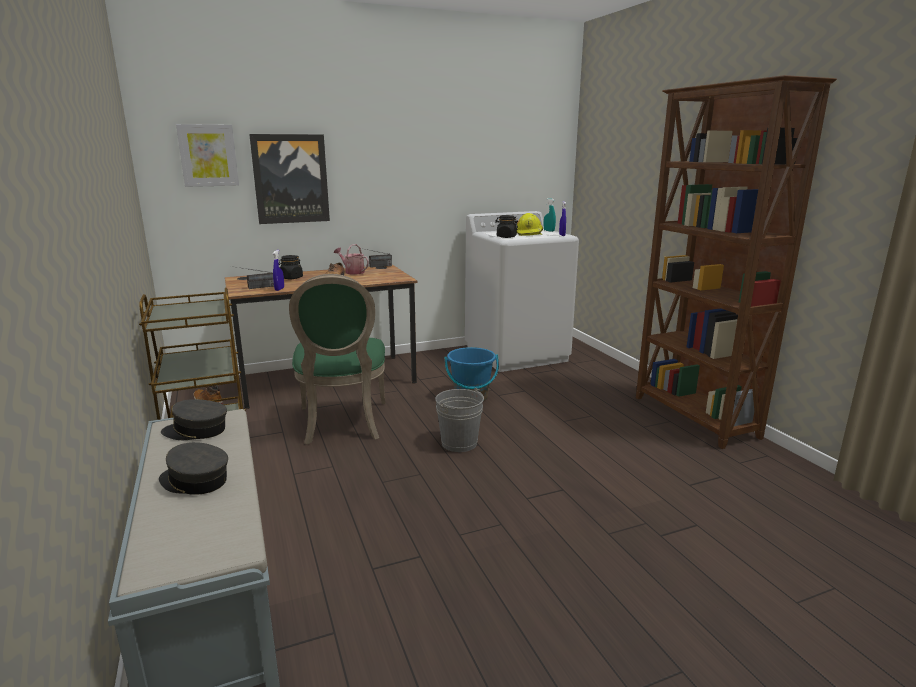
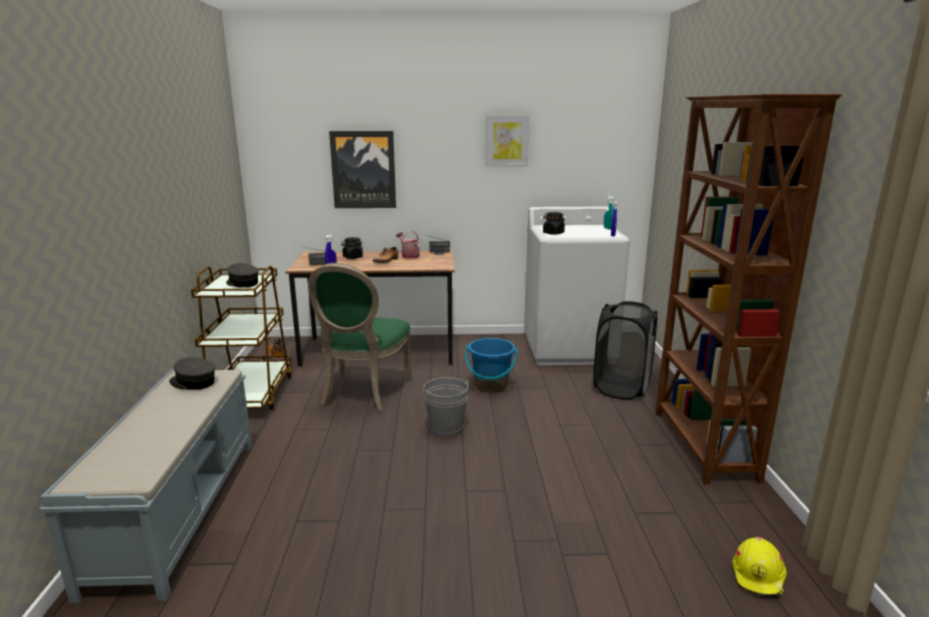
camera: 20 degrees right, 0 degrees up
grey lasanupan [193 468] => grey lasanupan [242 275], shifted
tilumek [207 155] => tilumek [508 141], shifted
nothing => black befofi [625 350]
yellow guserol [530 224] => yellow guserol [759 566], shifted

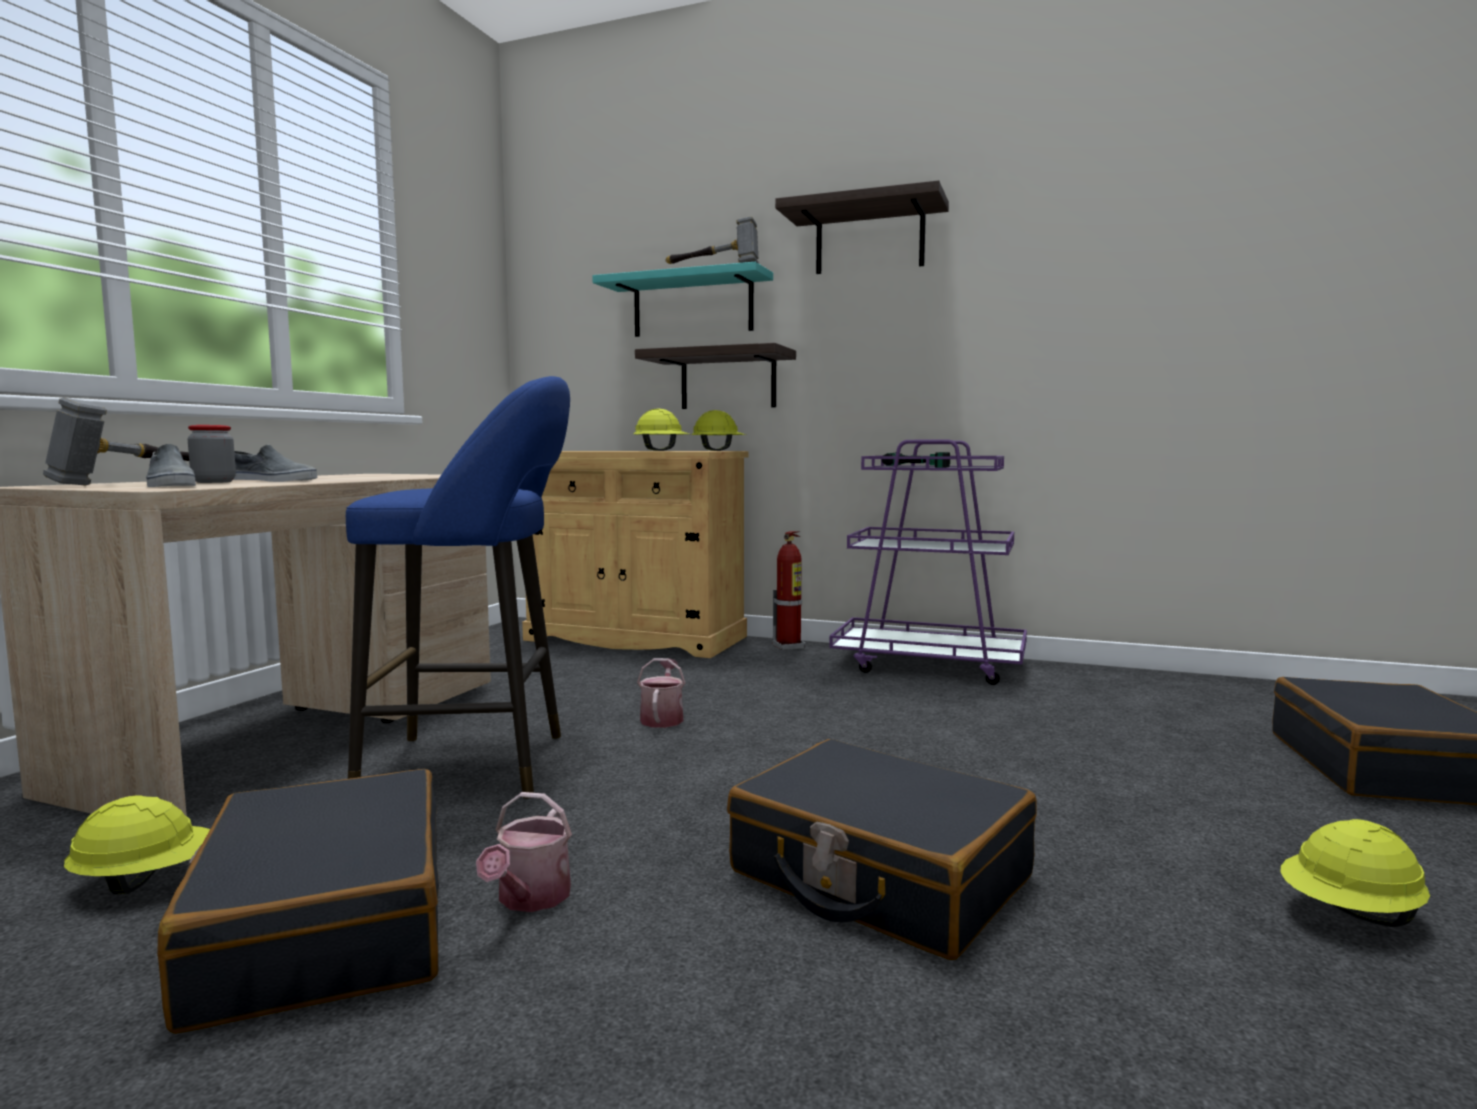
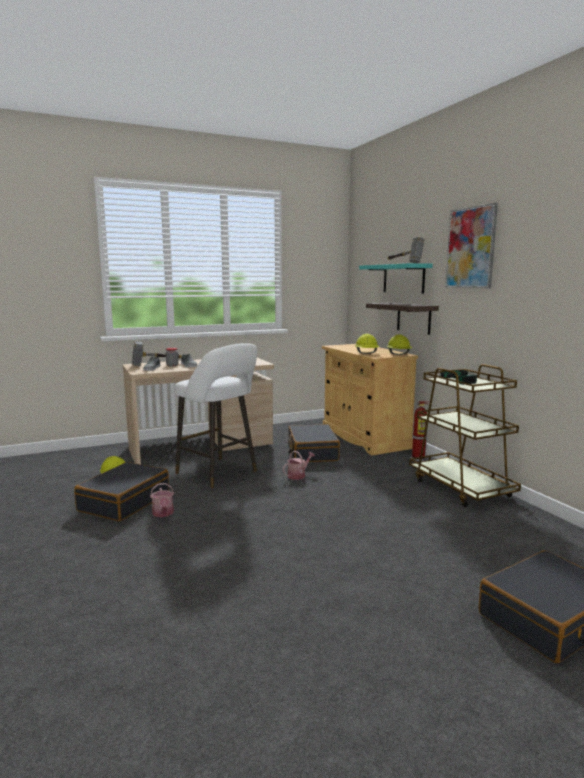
camera: 45 degrees right, 5 degrees up
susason [524 852] => susason [162 500], 75 degrees counterclockwise
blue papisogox [458 587] => white papisogox [216 415]
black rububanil [882 849] => black rububanil [314 443], shifted
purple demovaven [928 562] => brown demovaven [465 435]
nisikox [862 227] => tilumek [471 245]
yellow guserol [1355 873] => nothing

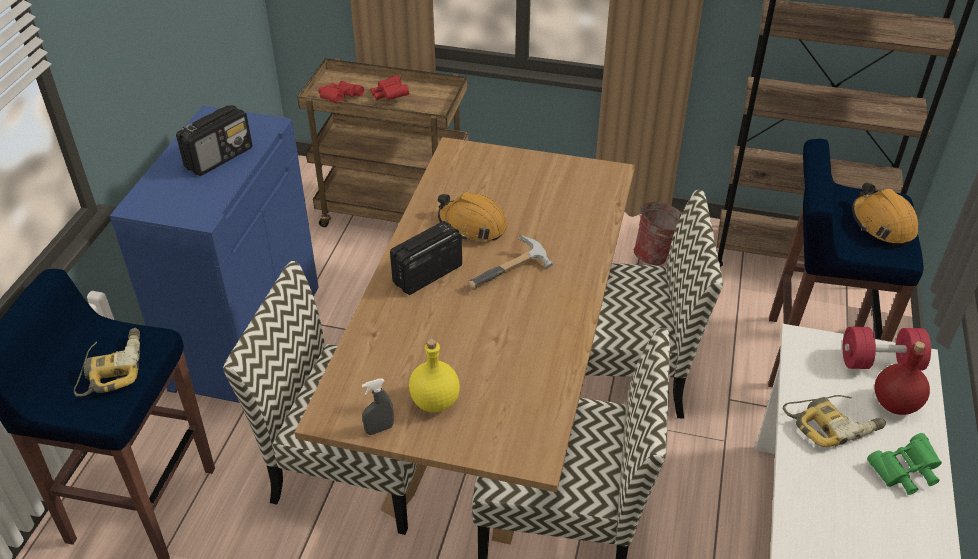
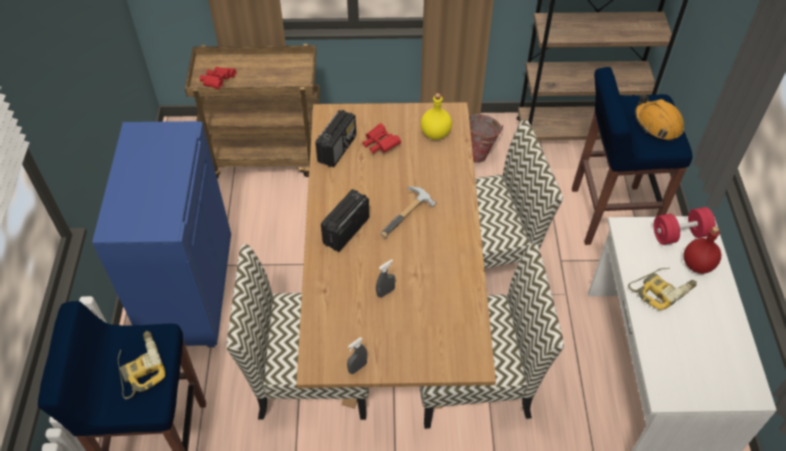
camera: 15 degrees left, 10 degrees up
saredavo [214 140] => saredavo [335 138], shifted
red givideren [389 88] => red givideren [381 138], shifted
nothing => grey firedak [385 278]
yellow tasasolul [434 375] => yellow tasasolul [436 116], shifted
orange guserol [472 216] => nothing
green givideren [904 464] => nothing

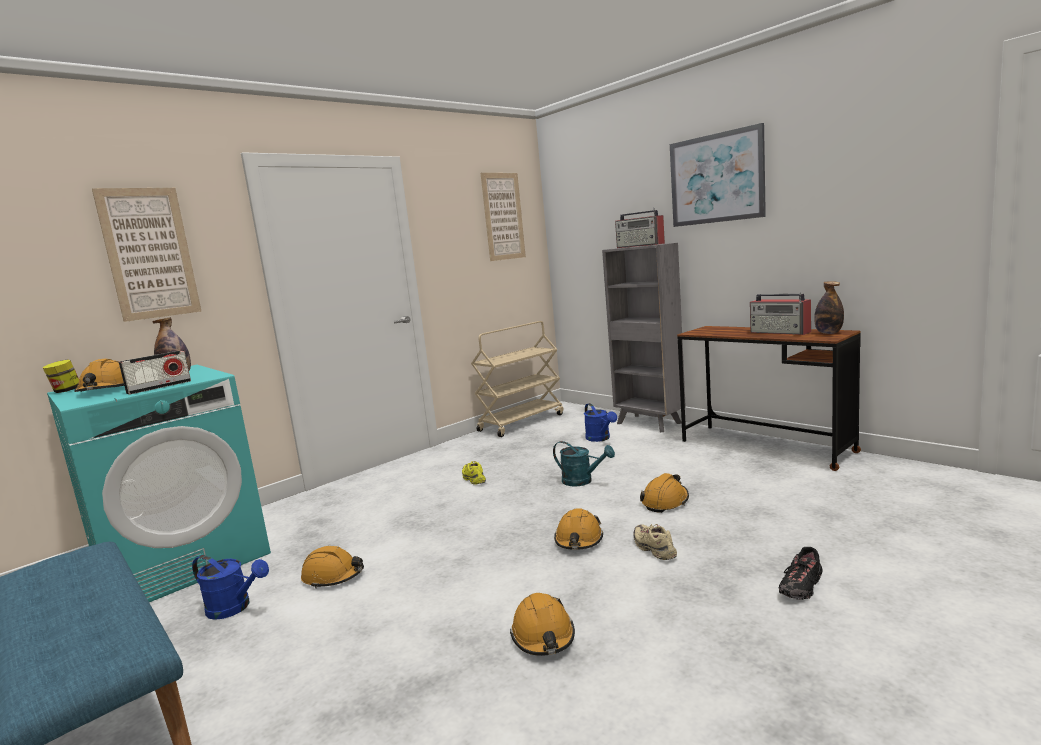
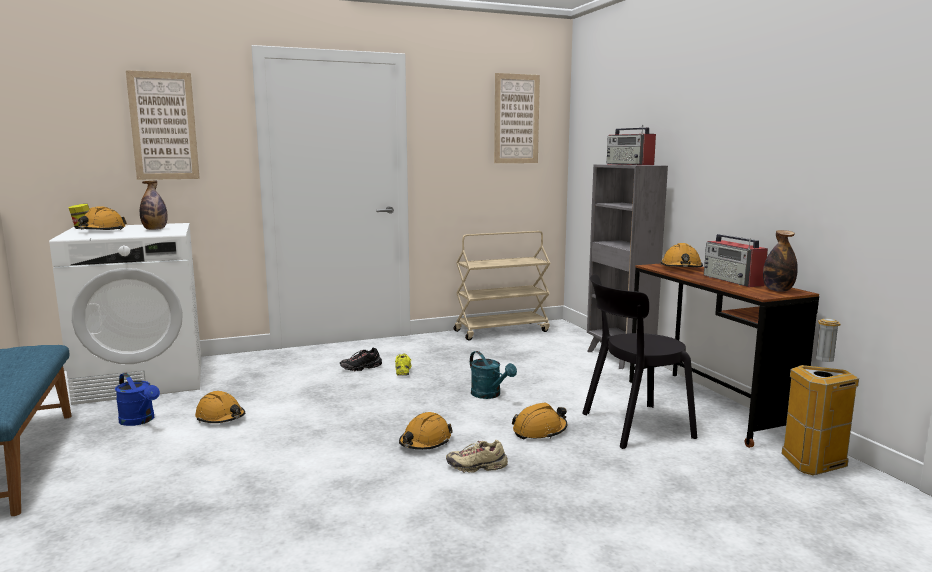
camera: 20 degrees right, 0 degrees up
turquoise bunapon [159 483] => white bunapon [125 314]
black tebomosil [800 573] => black tebomosil [361 359], shifted
beige tebomosil [655 542] => beige tebomosil [477 456], 90 degrees counterclockwise
nothing => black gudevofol [639 361]
orange guserol [542 624] => orange guserol [681 255], shifted
nothing => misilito [820 396]
saredavo [155 372] => nothing
blue susason [600 422] => nothing
tilumek [718 175] => nothing

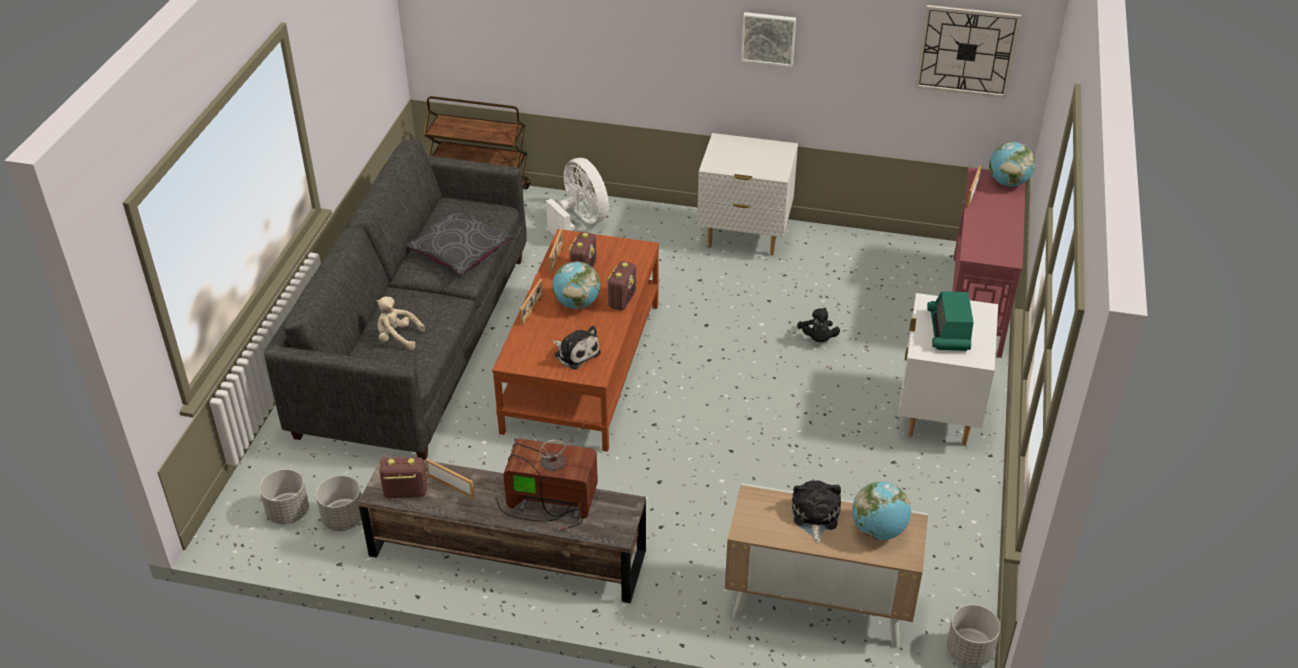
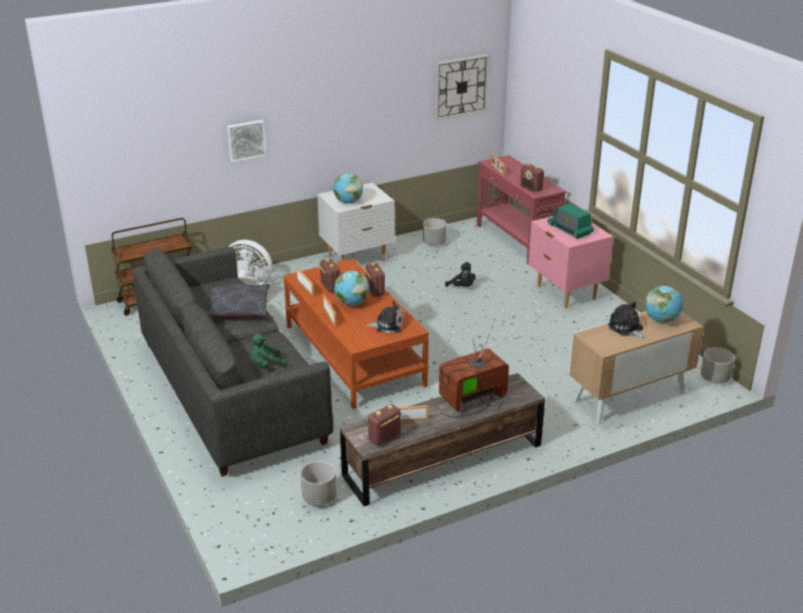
camera: 40 degrees left, 10 degrees down
tilumek [768 39] => tilumek [246 141], shifted
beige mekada [401 323] => green mekada [268 351]
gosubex [1012 164] => gosubex [348 188], shifted
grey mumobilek [284 496] => grey mumobilek [435 232], shifted
nothing => saredavo [532 177]
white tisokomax [948 369] => pink tisokomax [570 262]

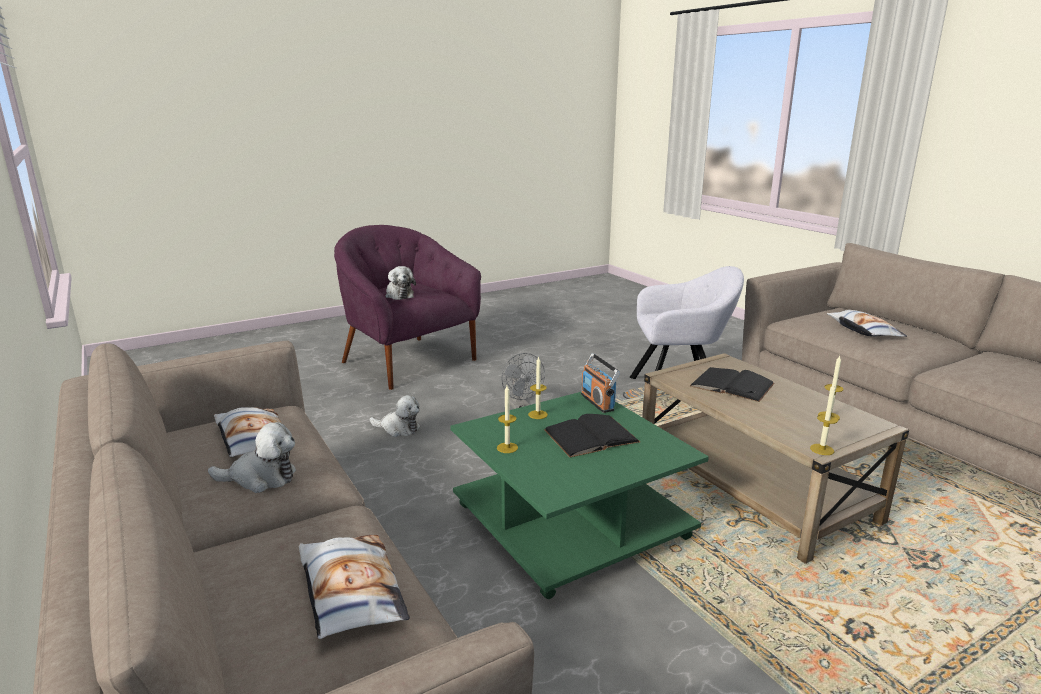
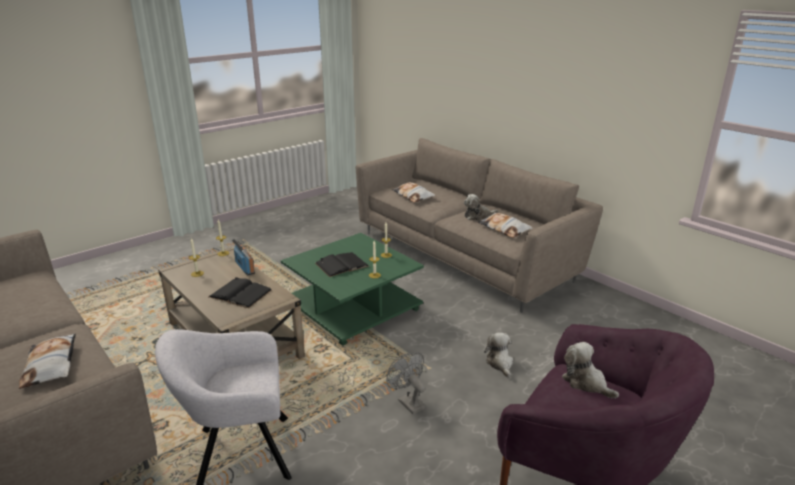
camera: 170 degrees right, 5 degrees up
saredavo [600 383] => saredavo [243 257], shifted
mekada [394 416] => mekada [498 355], 75 degrees clockwise

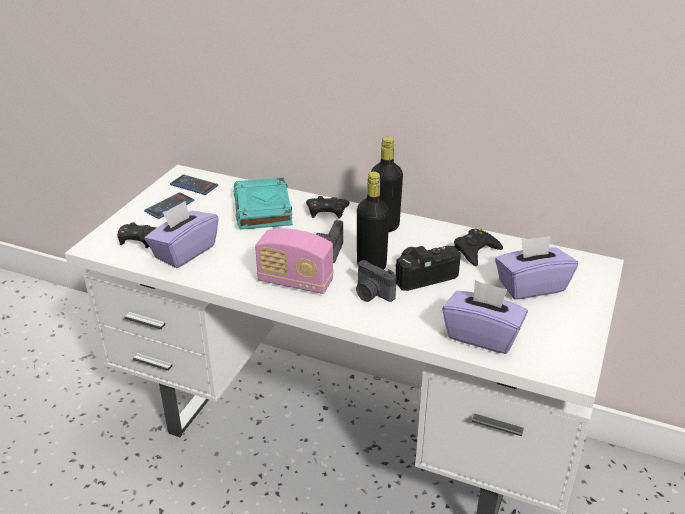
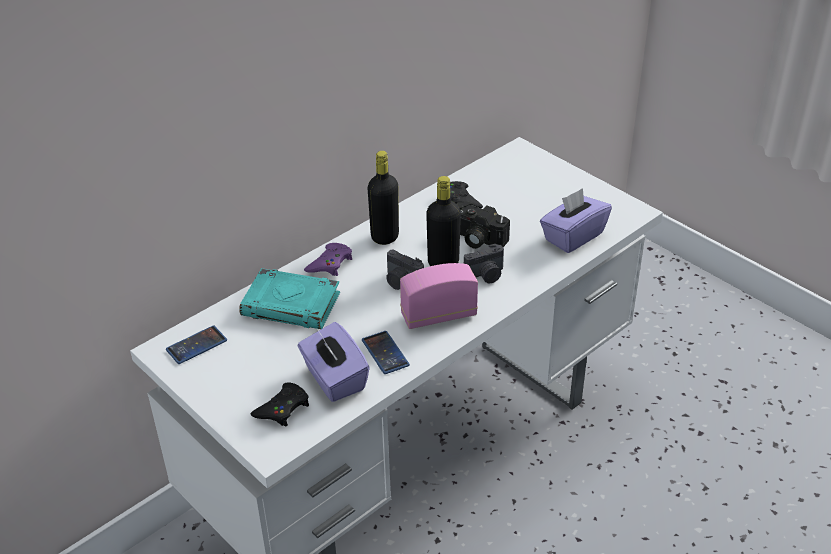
camera: 65 degrees left, 5 degrees up
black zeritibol [328 207] => purple zeritibol [328 259]
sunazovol [169 205] => sunazovol [386 352], shifted
saredavo [294 261] => saredavo [439 296], 150 degrees counterclockwise
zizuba [428 268] => zizuba [483 225], 60 degrees counterclockwise
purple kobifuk [536 268] => nothing

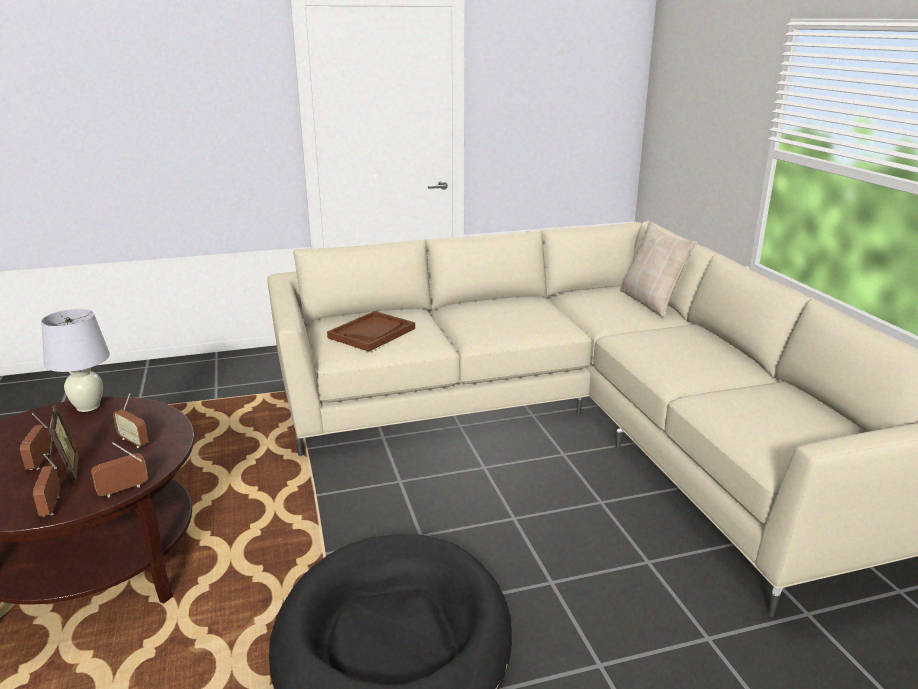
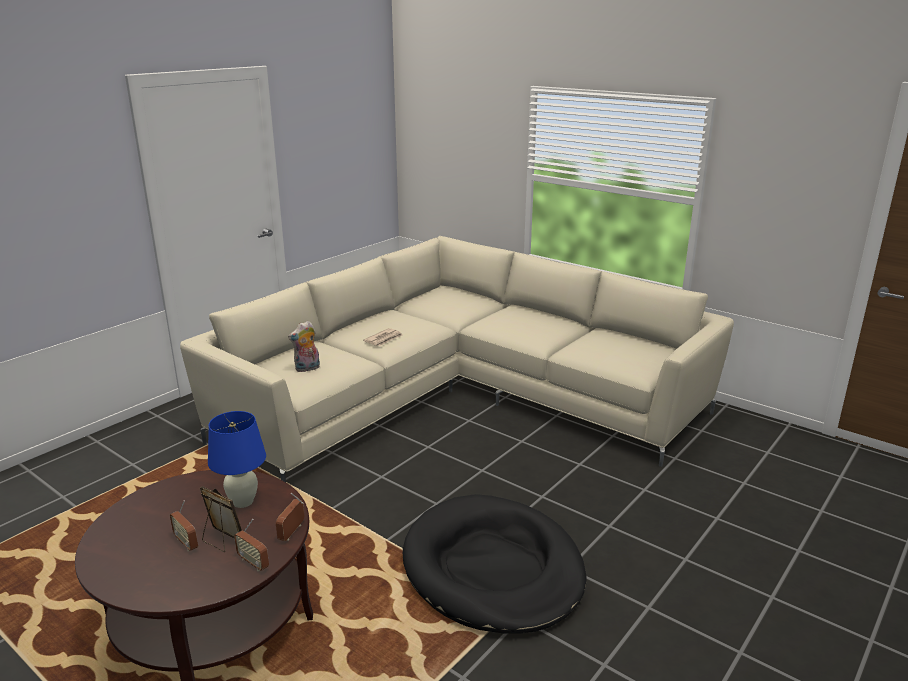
camera: 35 degrees left, 0 degrees up
saredavo [130 420] => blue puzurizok [237 459]
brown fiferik [371 331] => mekada [304 346]
nothing => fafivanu [383 337]
white puzurizok [75 360] => nothing
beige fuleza [658 269] => nothing

